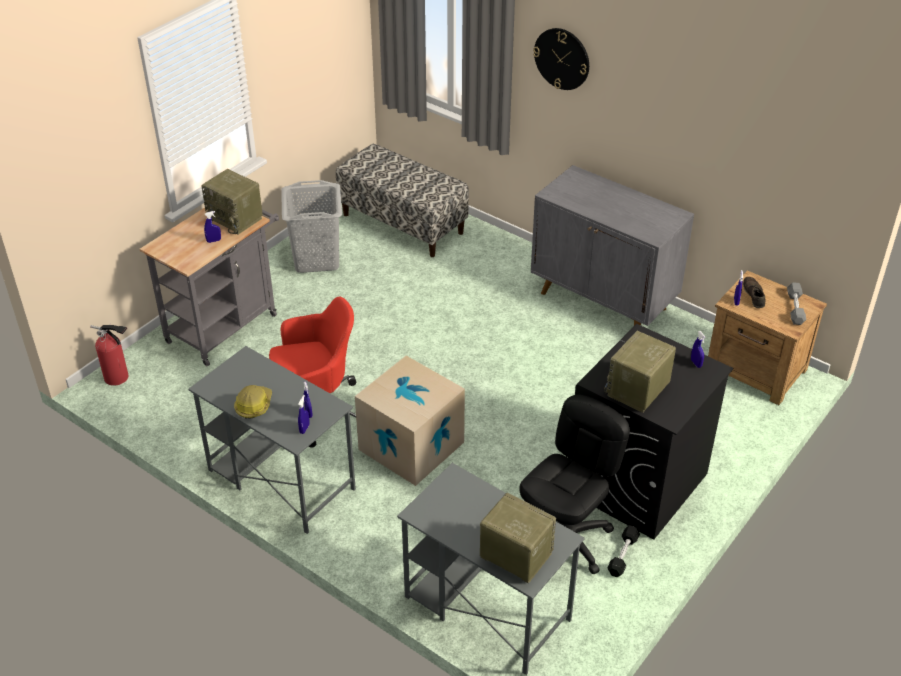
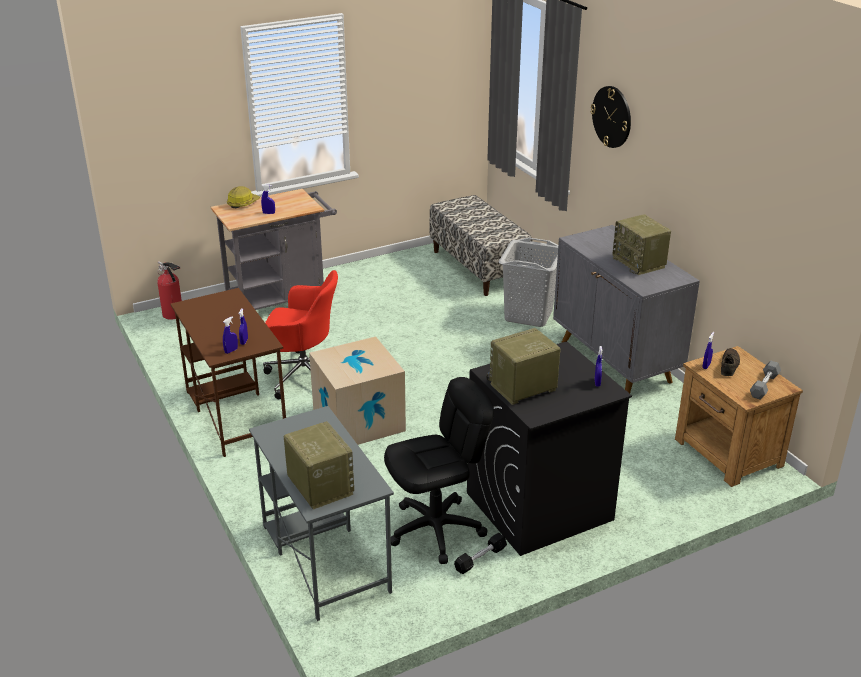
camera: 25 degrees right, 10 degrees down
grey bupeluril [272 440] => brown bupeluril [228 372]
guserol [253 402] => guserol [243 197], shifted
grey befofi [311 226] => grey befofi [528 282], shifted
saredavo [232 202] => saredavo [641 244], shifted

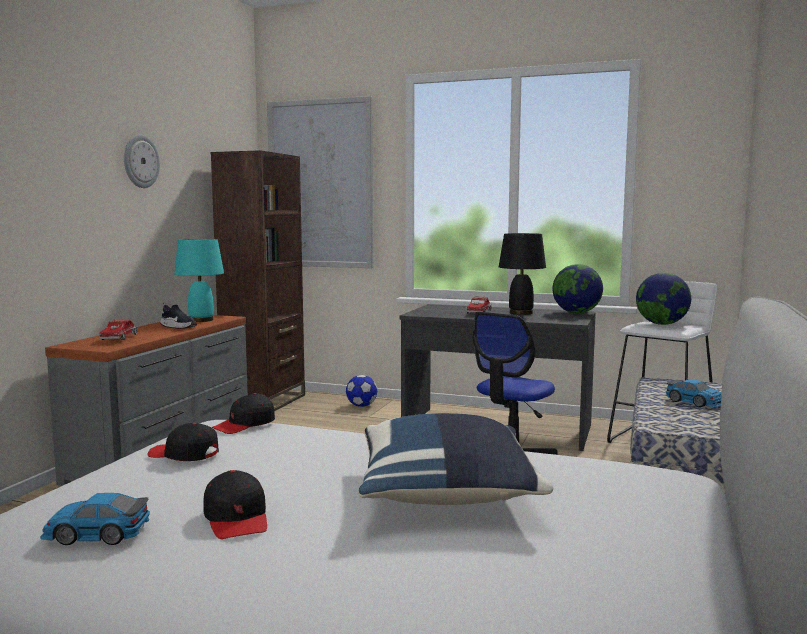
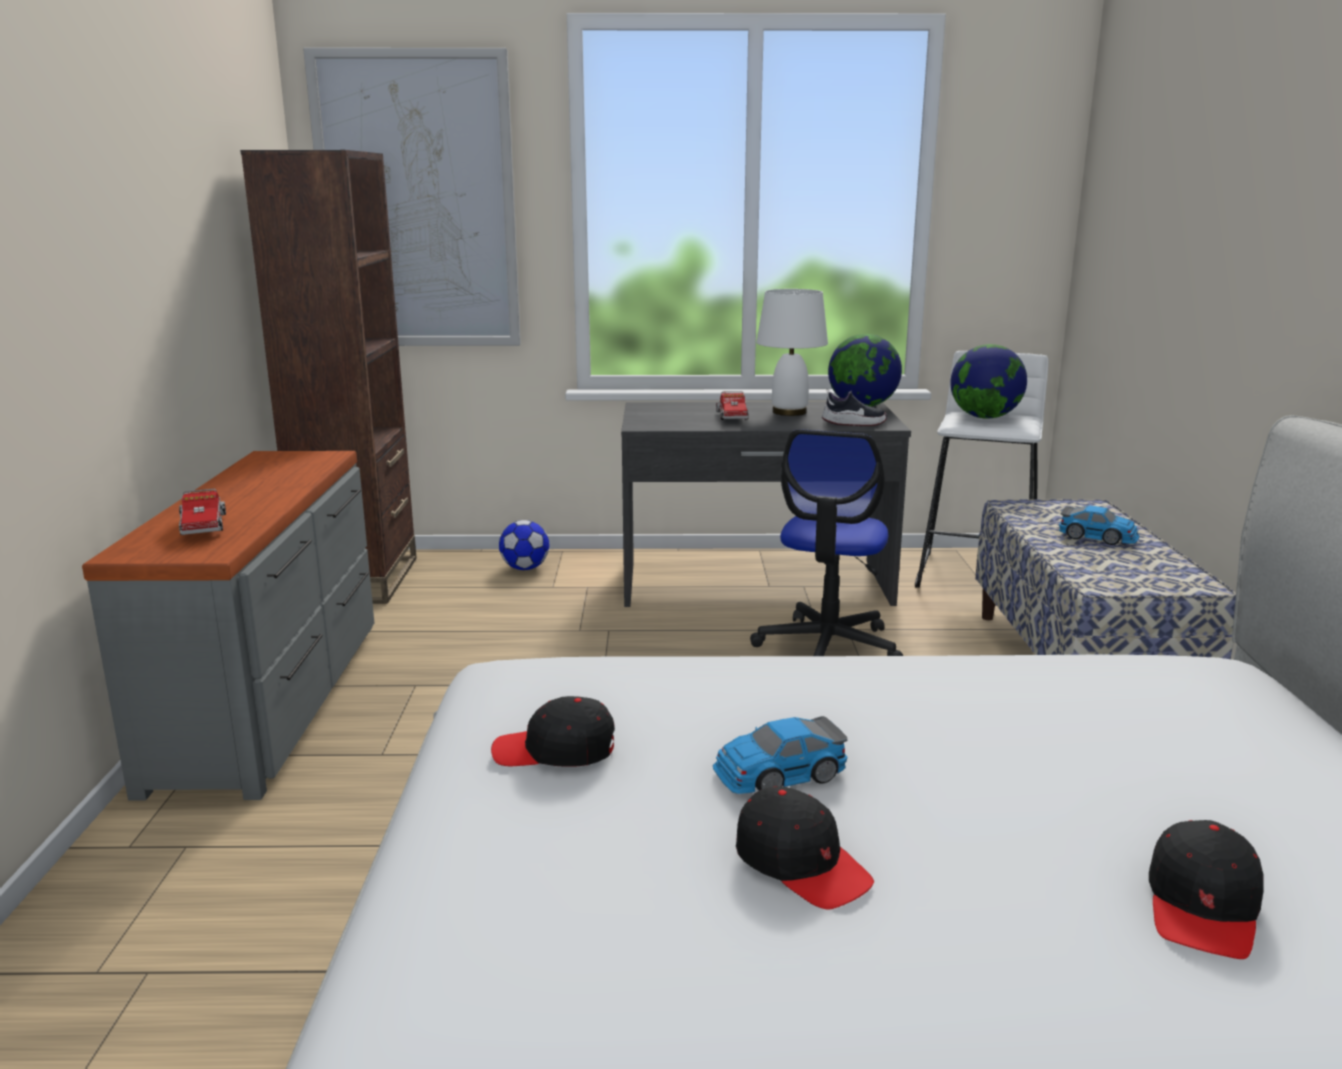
camera: 20 degrees left, 10 degrees up
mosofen [95 519] => mosofen [780 755], shifted
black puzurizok [522 274] => white puzurizok [792 352]
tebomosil [178 316] => tebomosil [854 407], shifted
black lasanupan [243 413] => black lasanupan [1206 889], shifted
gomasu [142 161] => nothing
turquoise puzurizok [199 280] => nothing
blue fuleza [456 459] => nothing

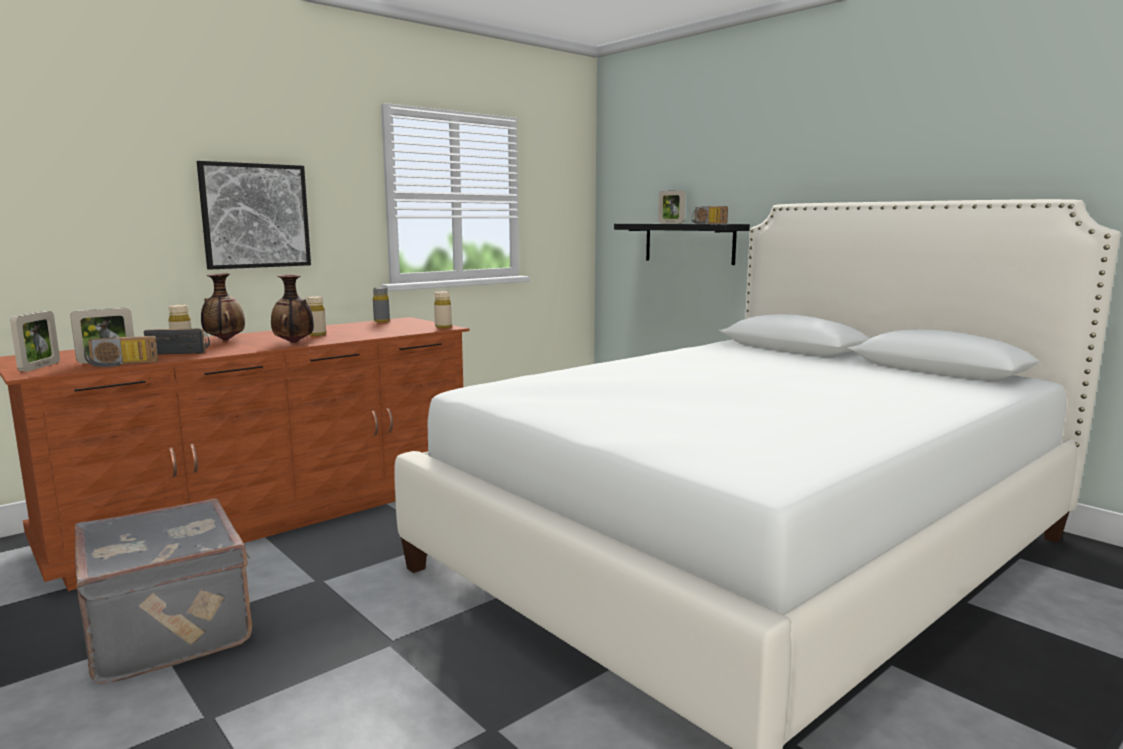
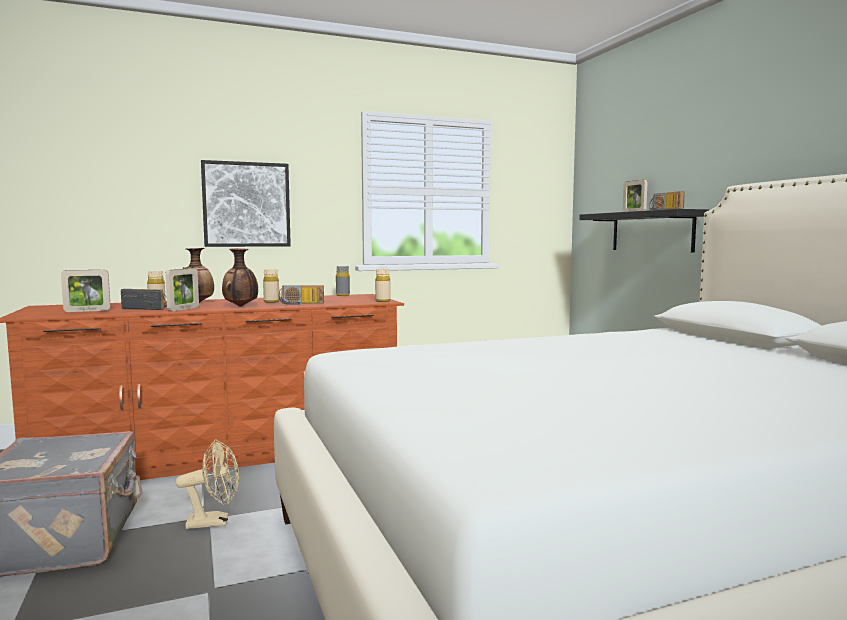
camera: 20 degrees right, 5 degrees down
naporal [35 341] => naporal [182 289], shifted
nothing => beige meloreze [207 484]
saredavo [121 351] => saredavo [301 295], shifted

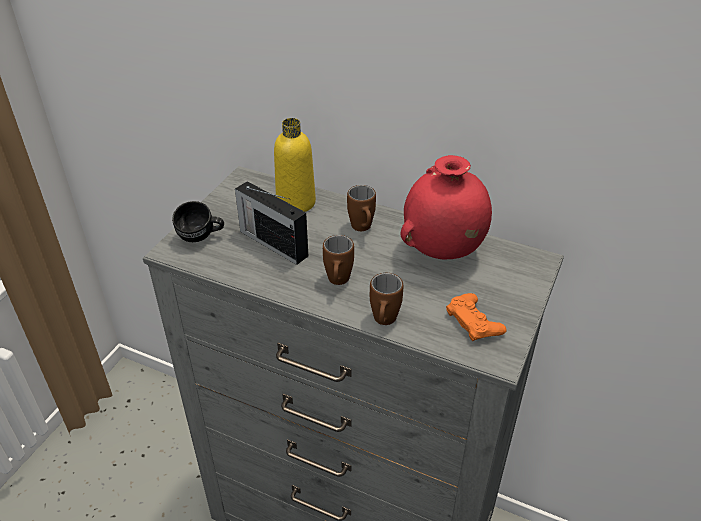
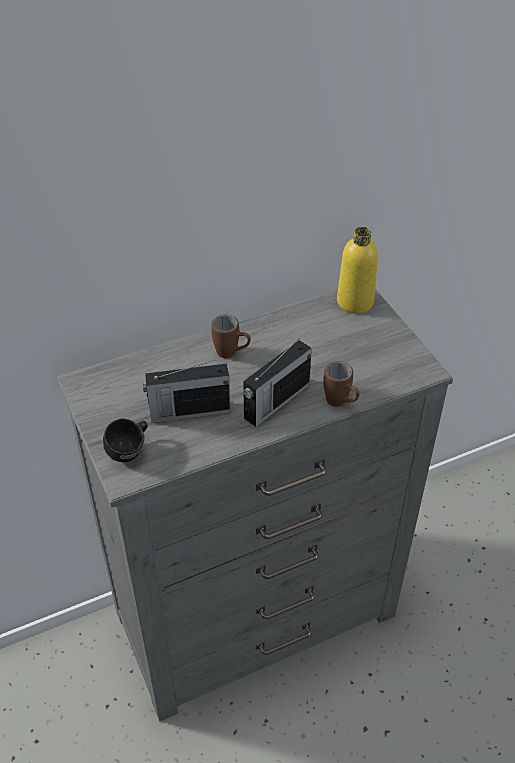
camera: 50 degrees left, 5 degrees up
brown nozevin [338 260] => saredavo [277 383]
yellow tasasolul [295 165] => yellow tasasolul [357 270], shifted
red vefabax [446 207] => nothing
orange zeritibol [476 317] => nothing

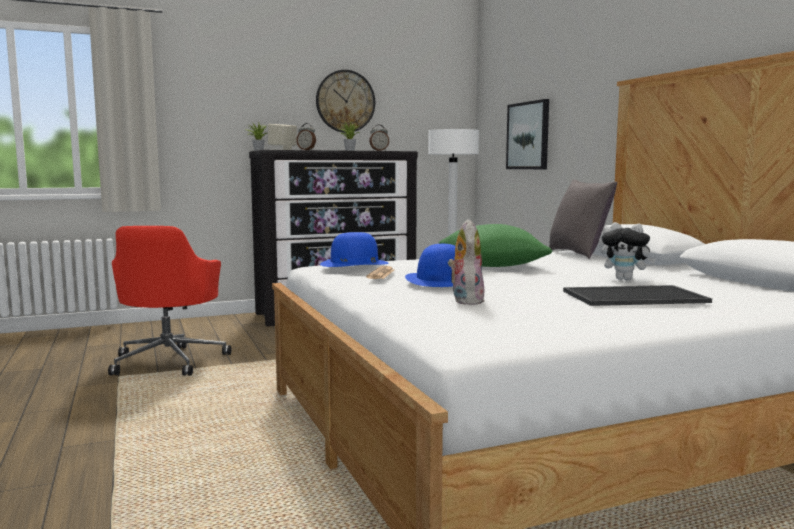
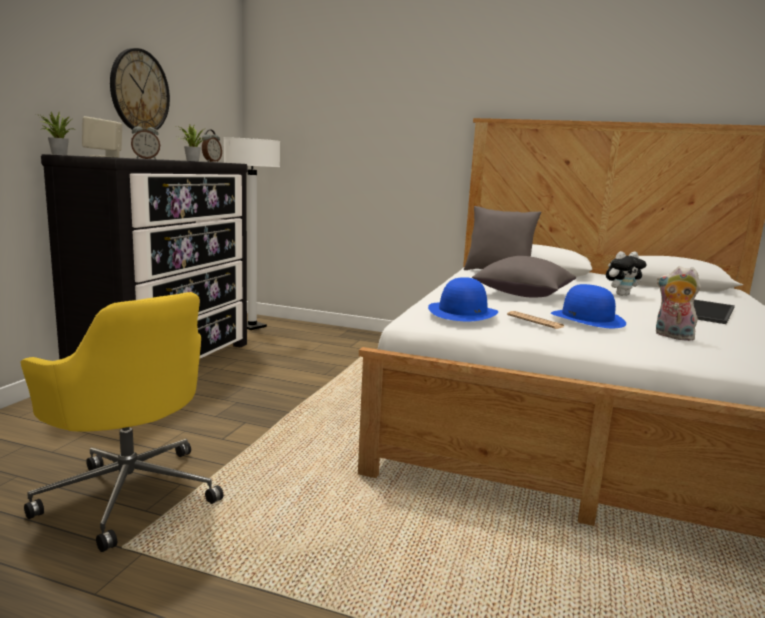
camera: 50 degrees left, 5 degrees up
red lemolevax [169 301] => yellow lemolevax [122 422]
green fuleza [495 245] => grey fuleza [524 277]
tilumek [527 134] => nothing

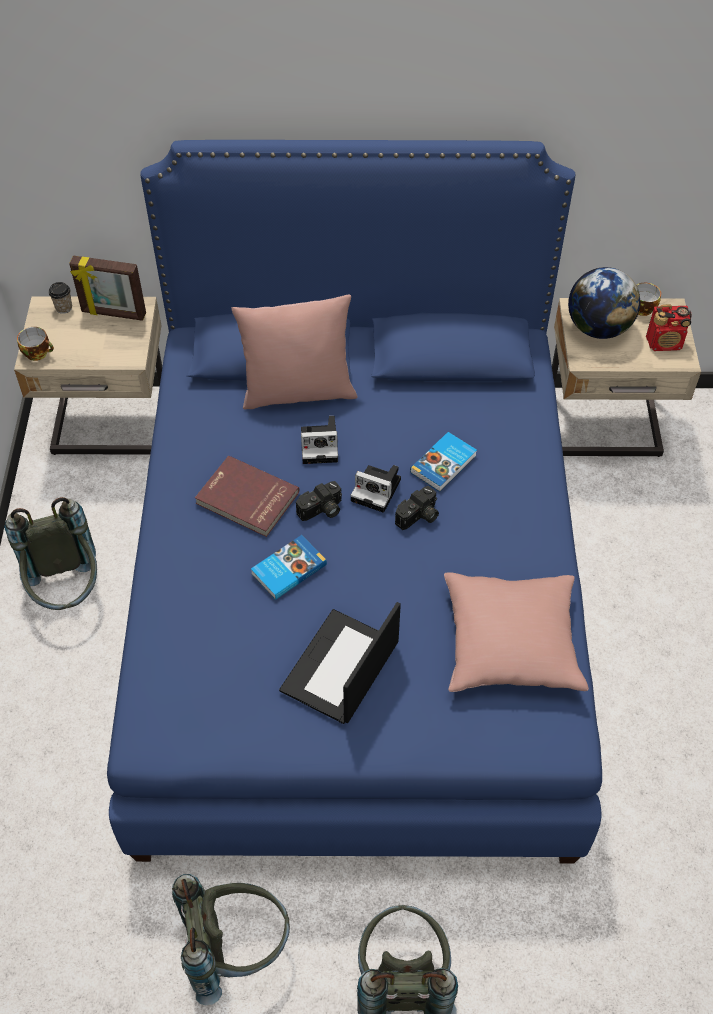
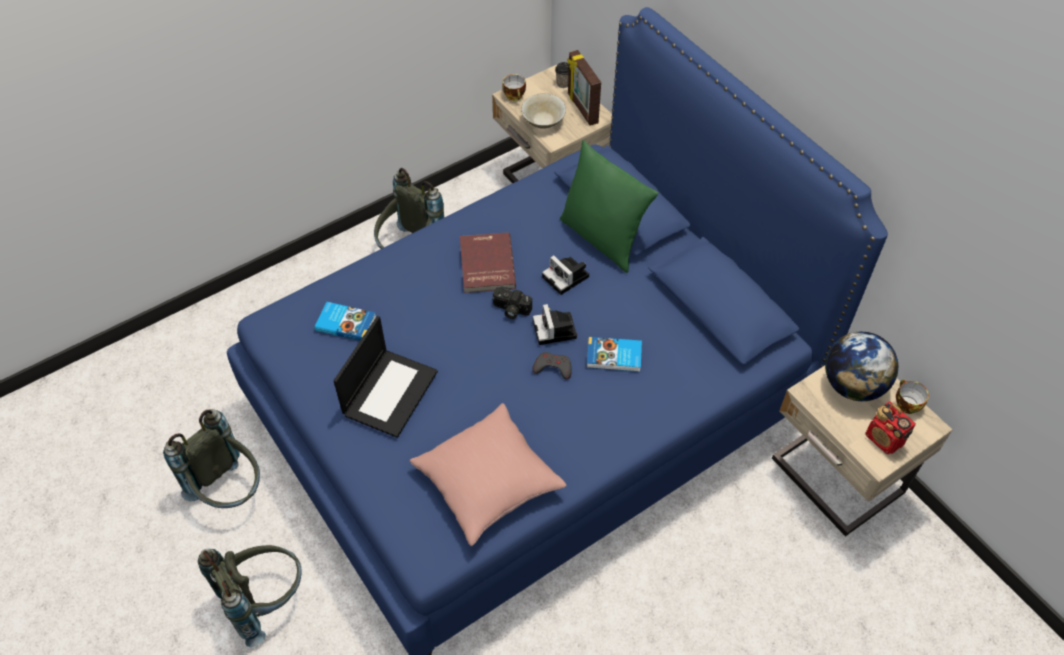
camera: 55 degrees right, 0 degrees up
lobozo [289 567] => lobozo [345 321], shifted
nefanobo [340 663] => nefanobo [386 377], 120 degrees clockwise
nothing => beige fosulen [543 111]
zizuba [417 508] => grey zeritibol [552 366]
pink fuleza [294 352] => green fuleza [609 206]

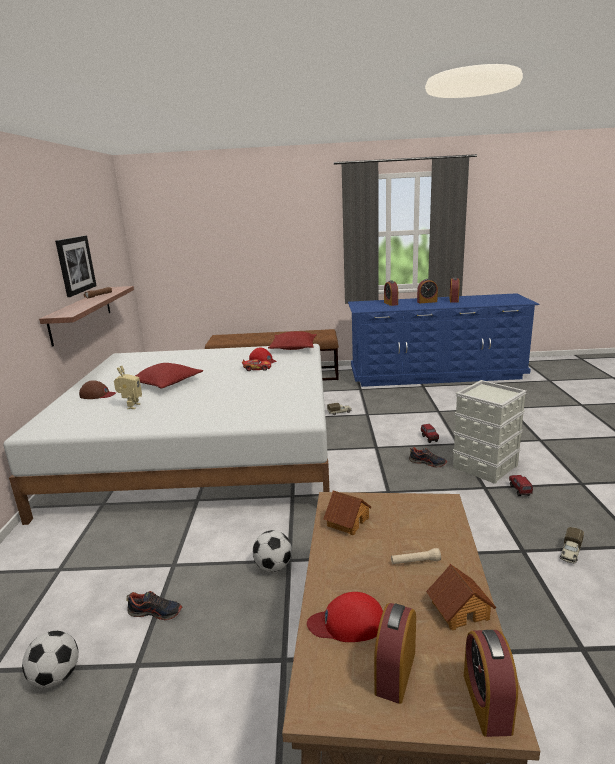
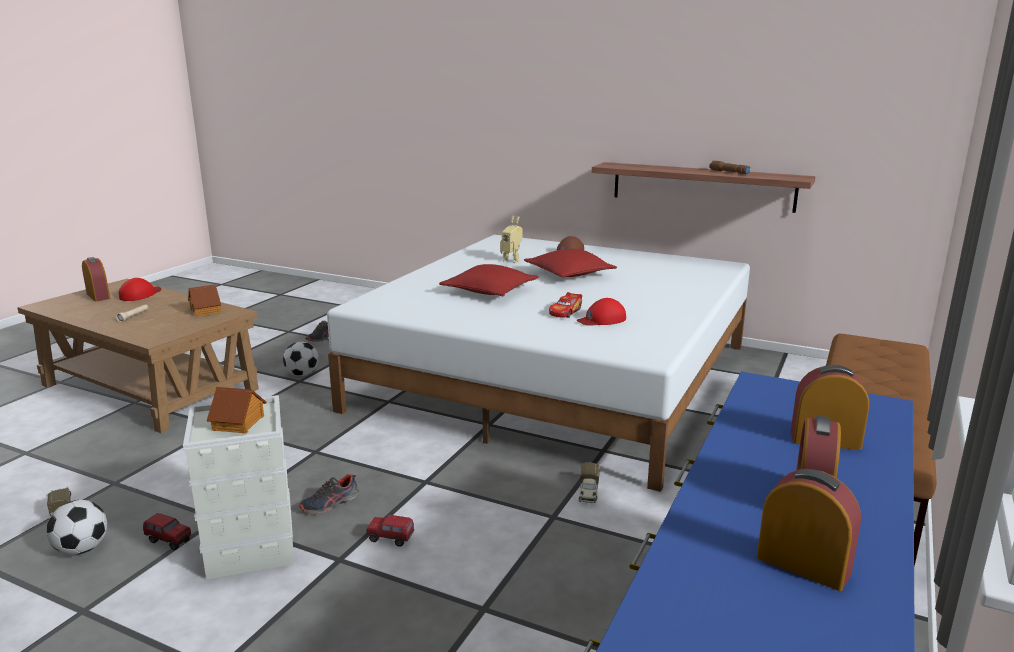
camera: 115 degrees right, 0 degrees up
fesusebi [50 659] => fesusebi [77 527], shifted
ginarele [461 597] => ginarele [236 410], shifted
red fuleza [292 340] => red fuleza [489 280], shifted
tilumek [76 266] => nothing
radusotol [491 683] => nothing

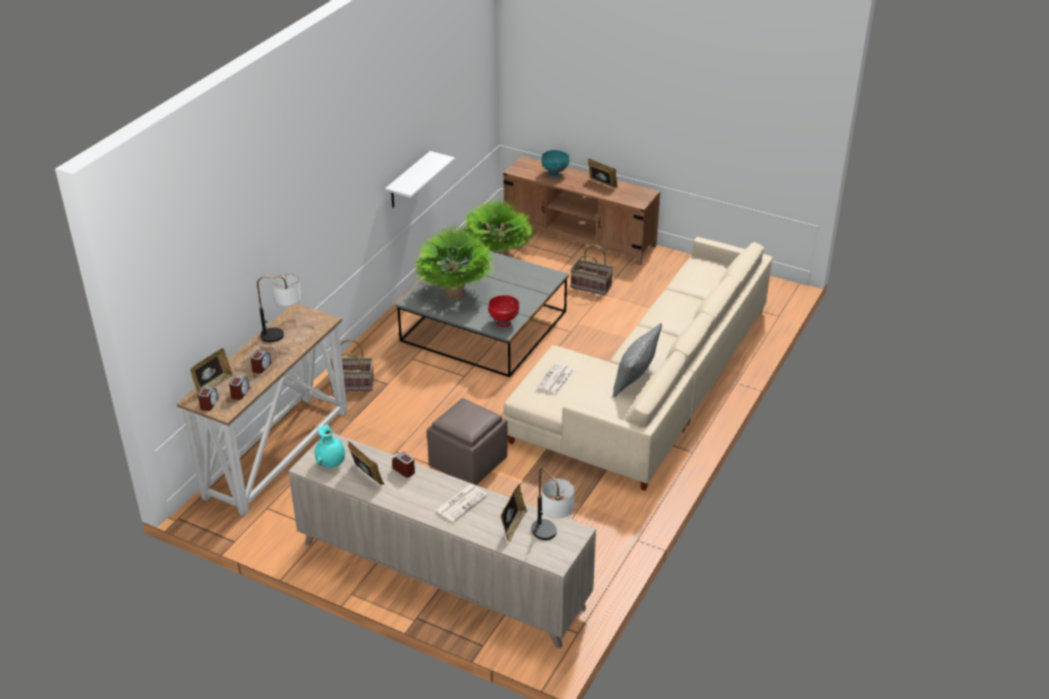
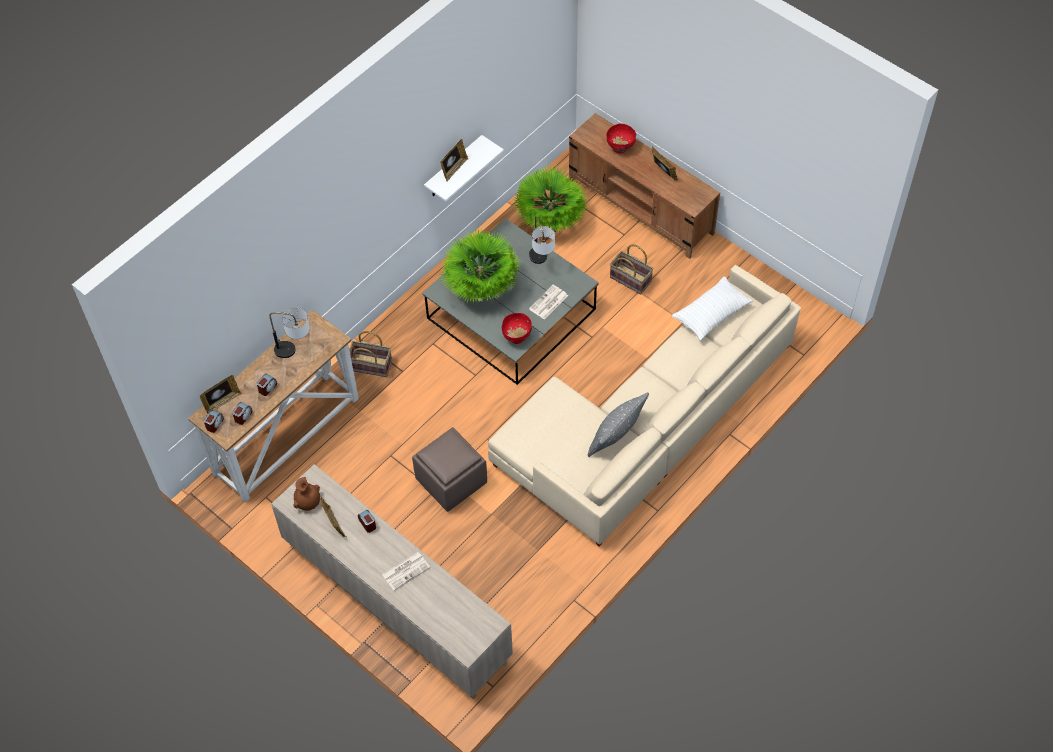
camera: 15 degrees right, 20 degrees up
turquoise vefabax [330 446] => brown vefabax [306 494]
naporal [514 513] => naporal [454 160], shifted
puzurizok [552 504] => puzurizok [542 240], shifted
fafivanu [556 378] => fafivanu [548 302], shifted
turquoise fosulen [555 163] => red fosulen [621 138]
nothing => white fuleza [712 308]

